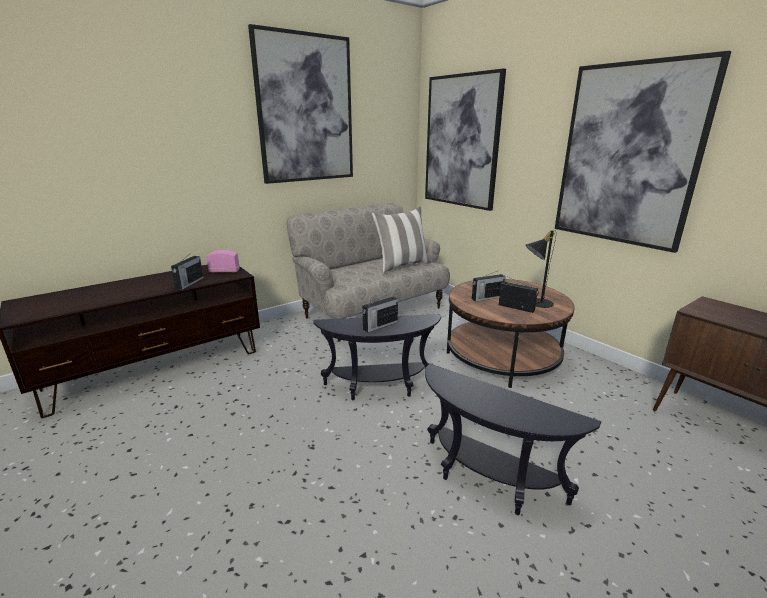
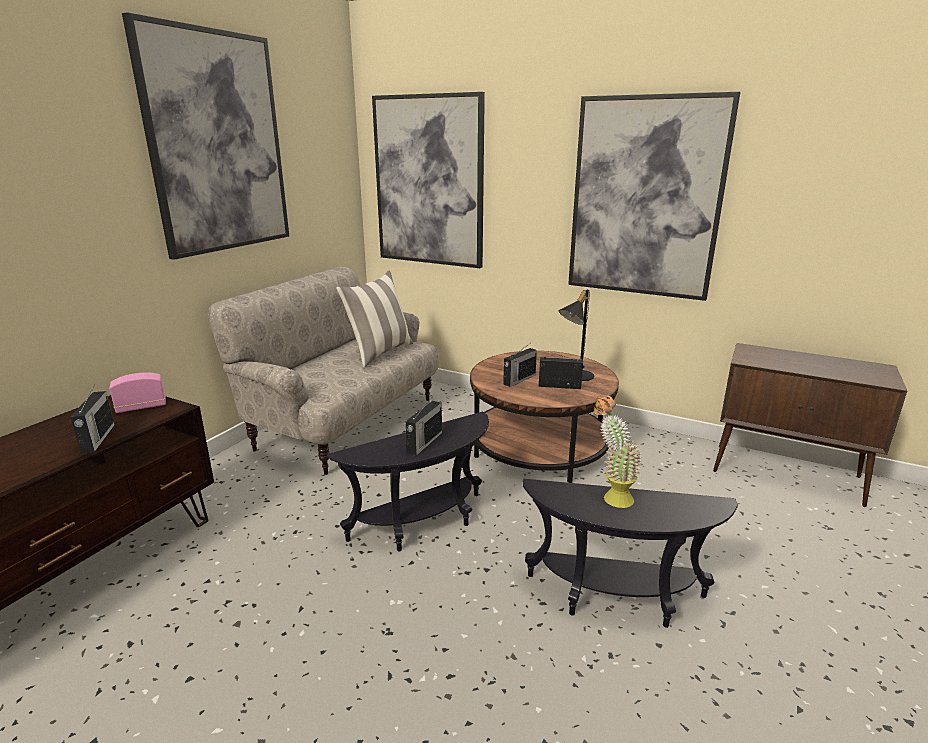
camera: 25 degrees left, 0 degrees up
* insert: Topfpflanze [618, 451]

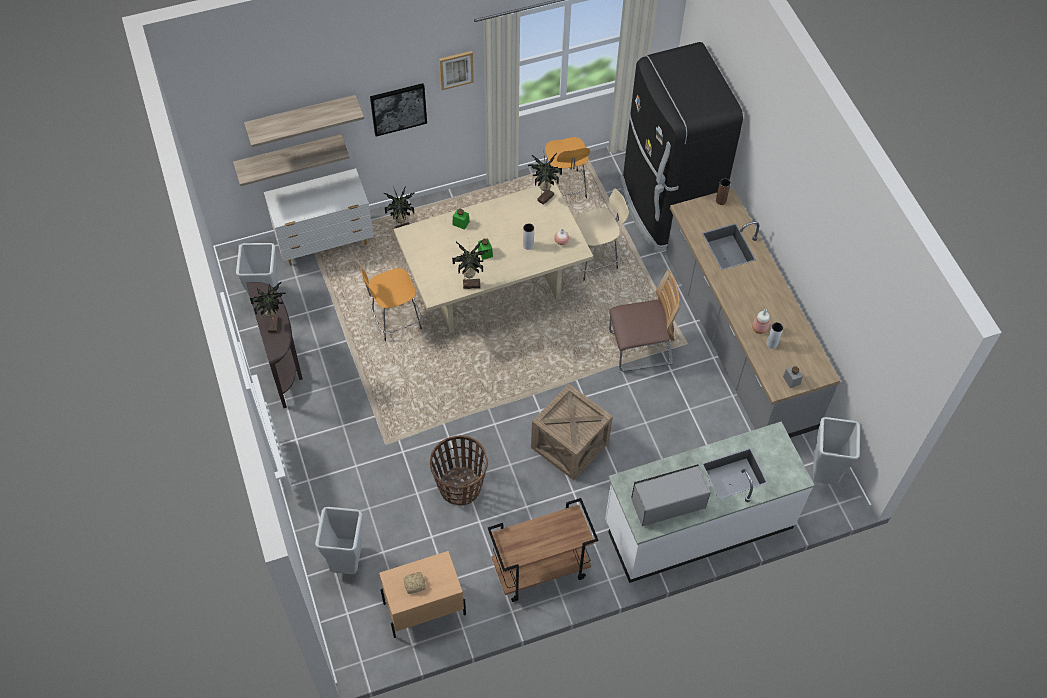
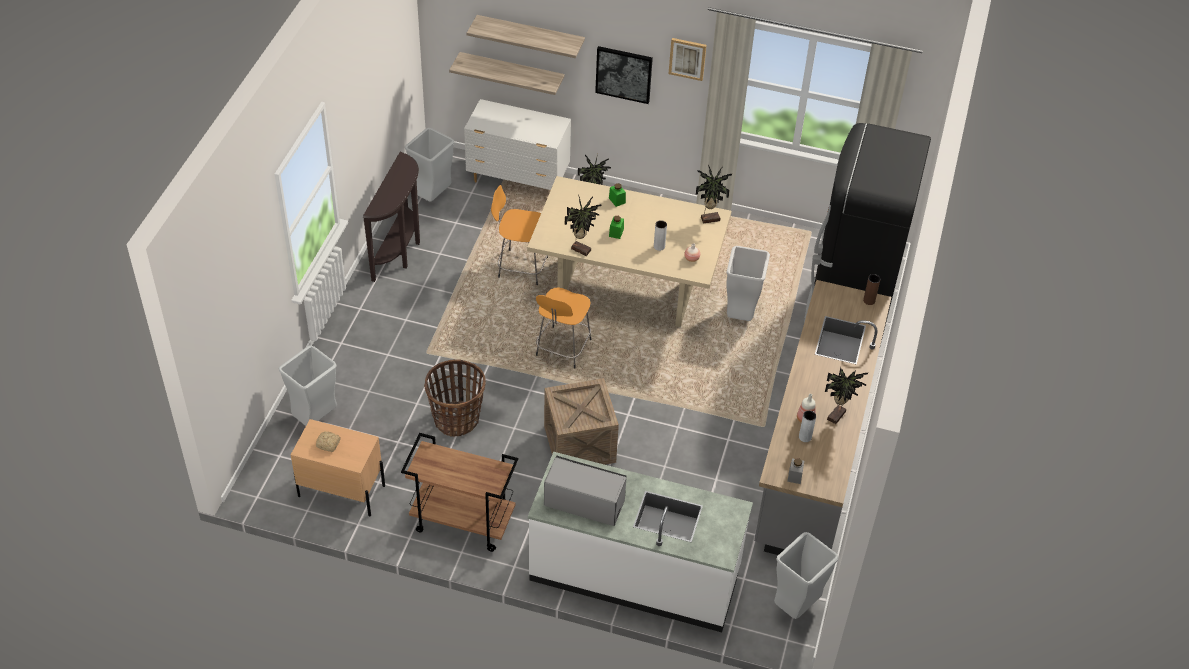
camera: 35 degrees right, 10 degrees down
* move: Hocker (orange) [567, 167] to [563, 328]
* replace: Hocker (beige) [602, 234] to Mülleimer (grau) [748, 283]
* move: Topfpflanze [268, 307] to [846, 395]
* delete: Stuhl [644, 320]

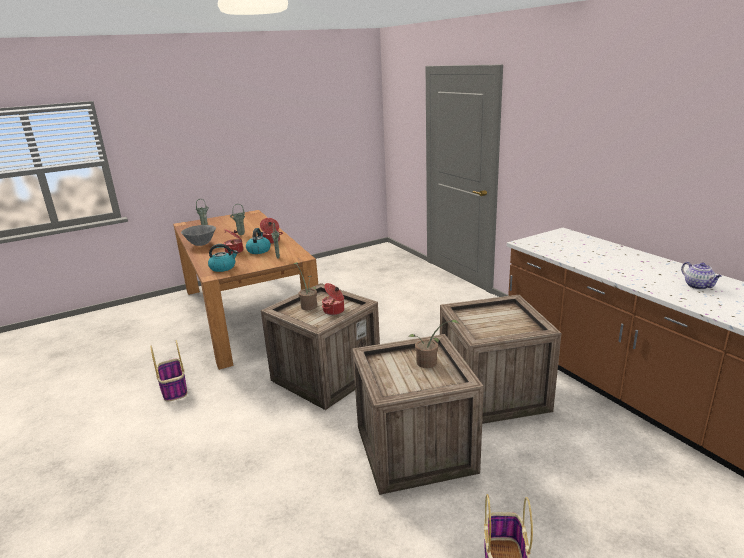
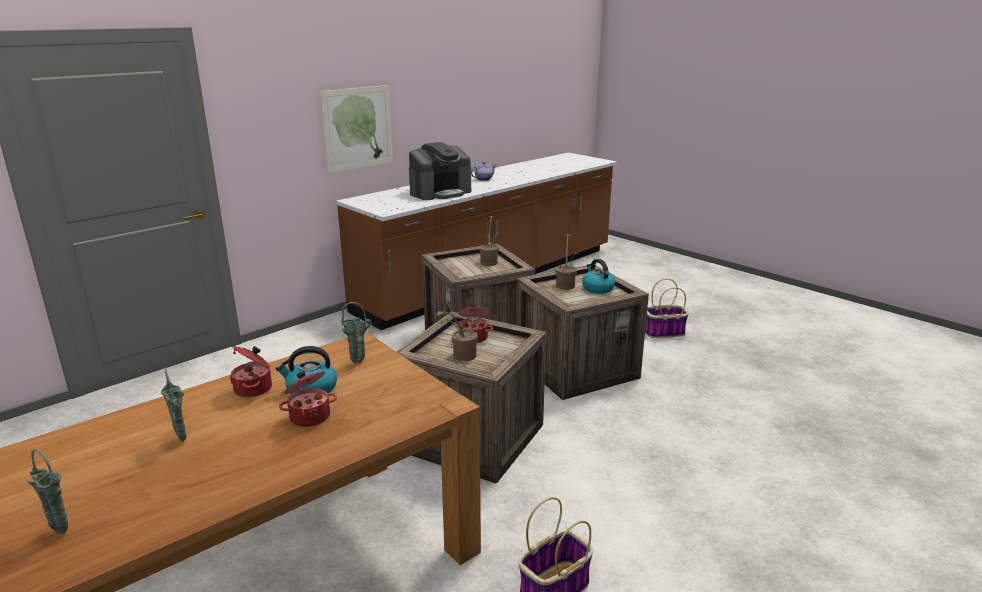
camera: 105 degrees left, 0 degrees up
* insert: Bild [356, 129]
* insert: Kaffeemaschine [440, 171]
* insert: Topfpflanze [490, 241]
* move: Wasserkessel [223, 258] to [598, 276]
* delete: Schüssel (grau) [198, 235]

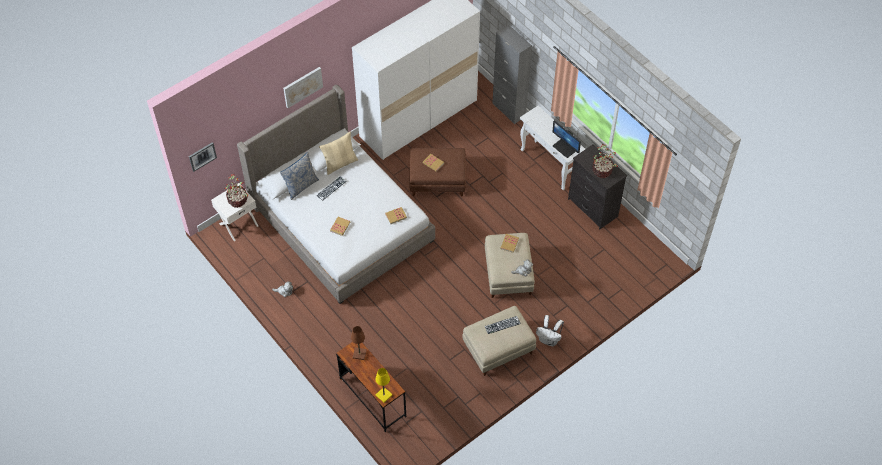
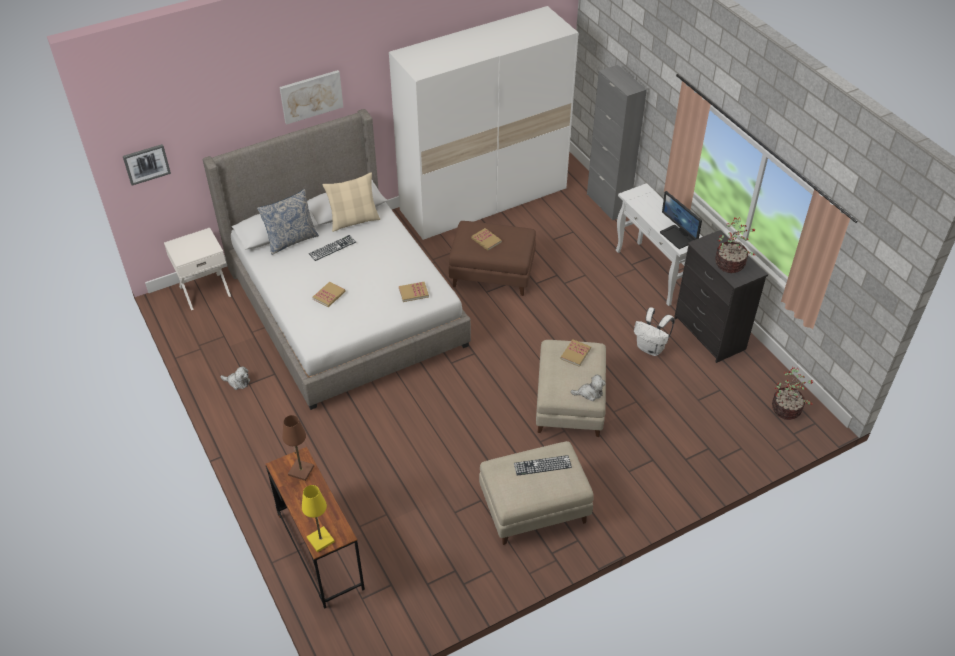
camera: 10 degrees right, 10 degrees down
* move: Rucksack (weiß) [550, 330] to [654, 332]
* move: Topfpflanze [237, 191] to [792, 393]

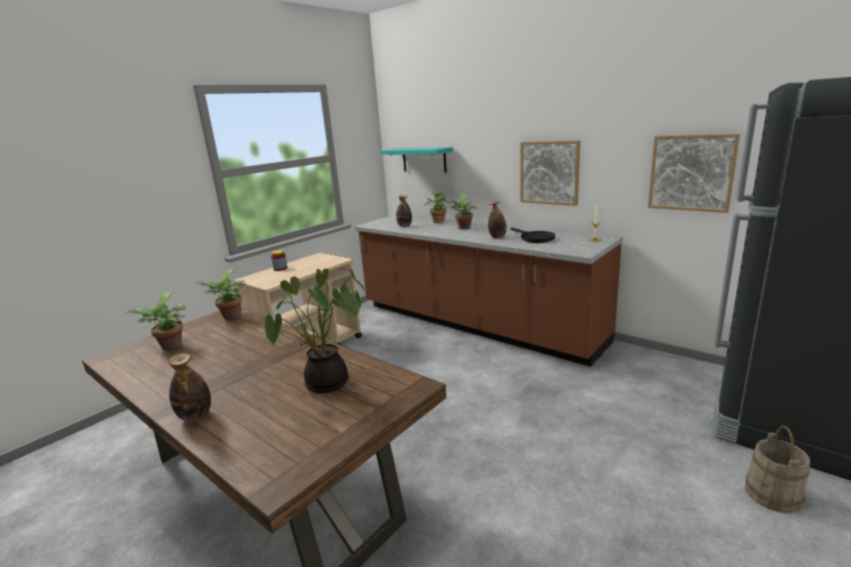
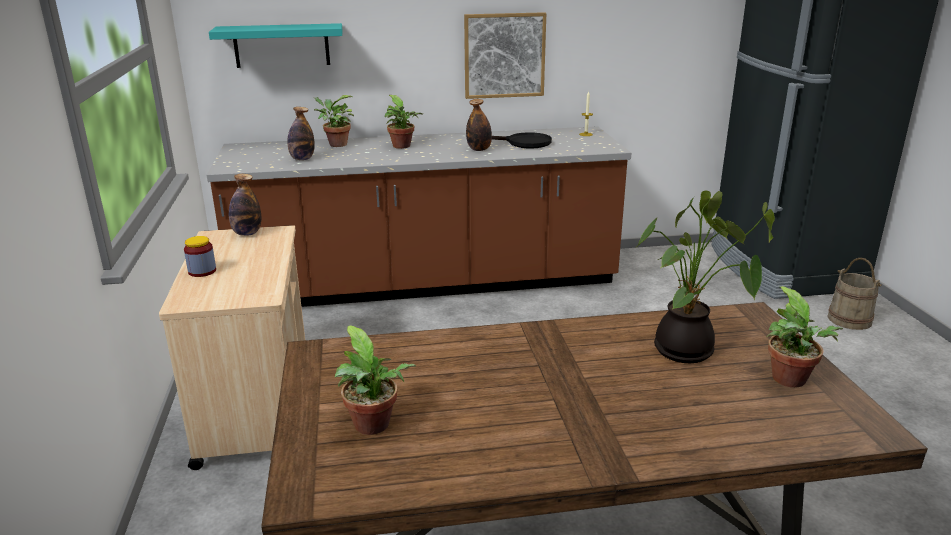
camera: 50 degrees left, 5 degrees up
* move: Flasche [189, 387] to [245, 205]
* move: Topfpflanze [221, 294] to [804, 337]
* delete: Bild [694, 173]

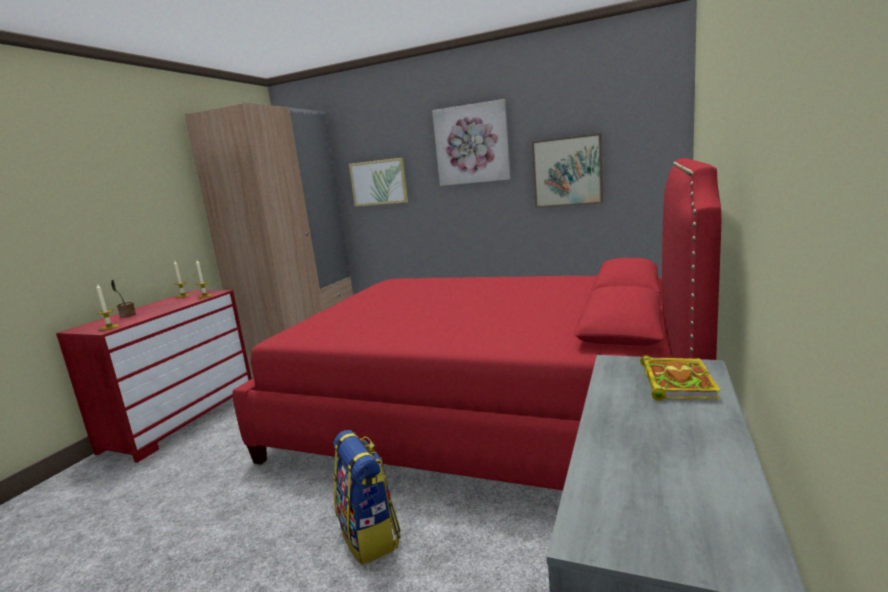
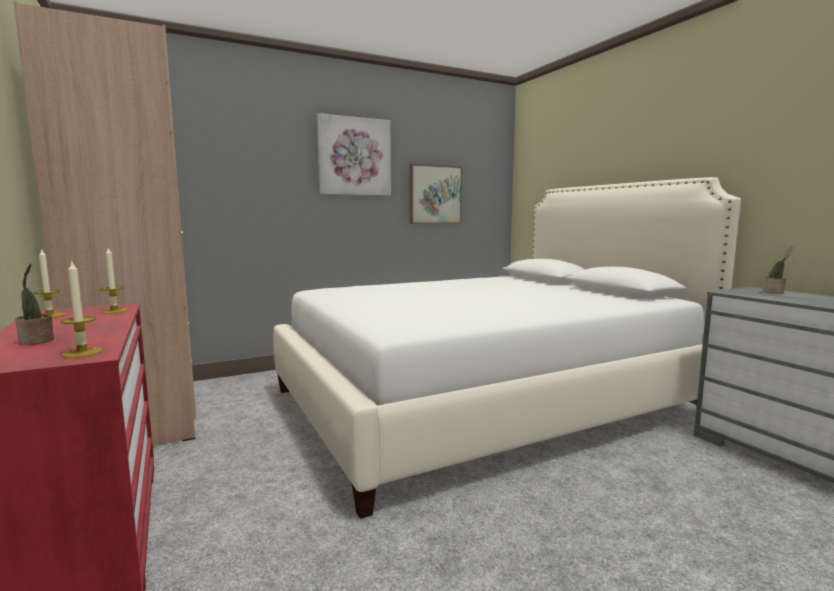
camera: 50 degrees left, 5 degrees down
* recolor: Bett (rot) [476, 324] to Bett (weiß) [507, 348]
* replace: Buch [680, 378] to Topfpflanze [778, 269]
* delete: Rucksack [367, 497]
* delete: Bild [378, 182]

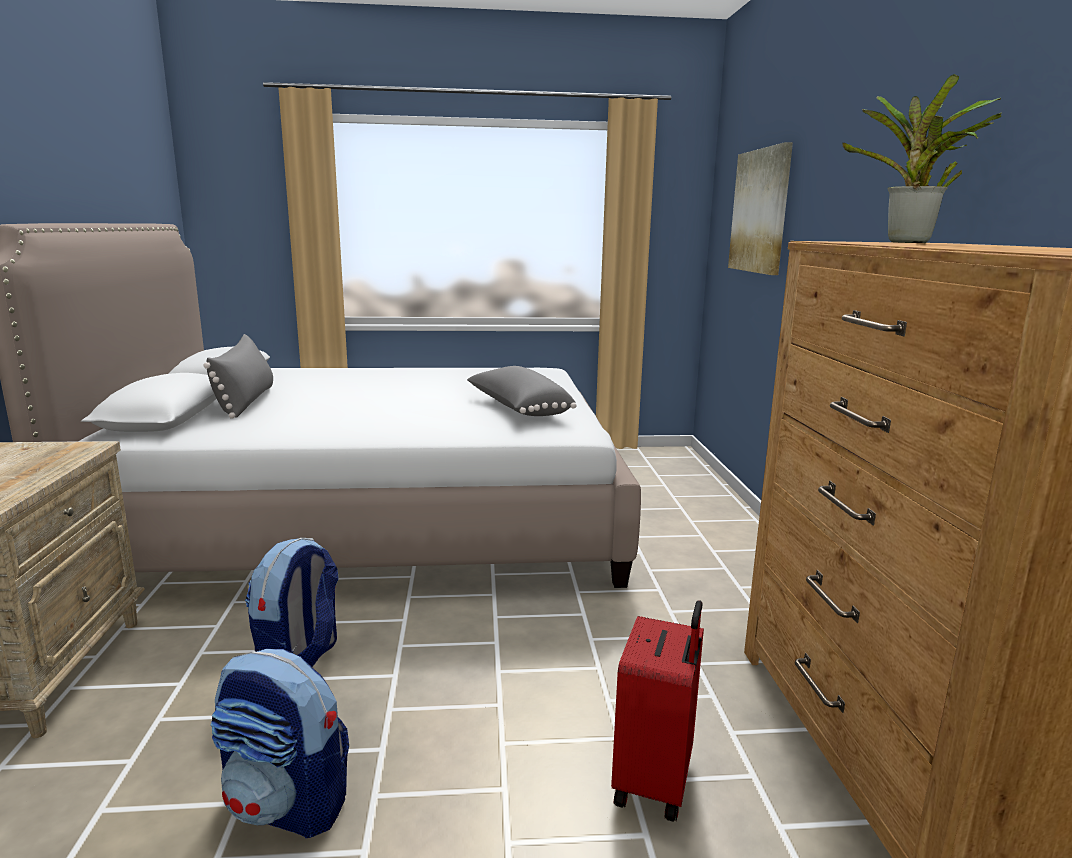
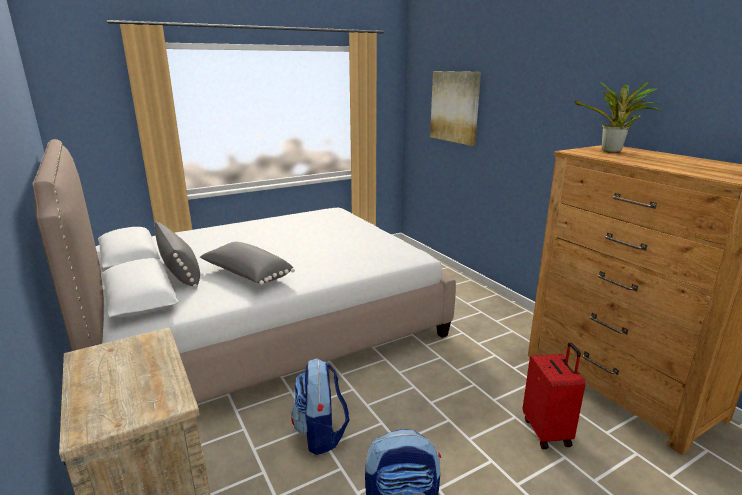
camera: 25 degrees left, 5 degrees up
* move: Kissen (grau) [521, 391] to [247, 263]

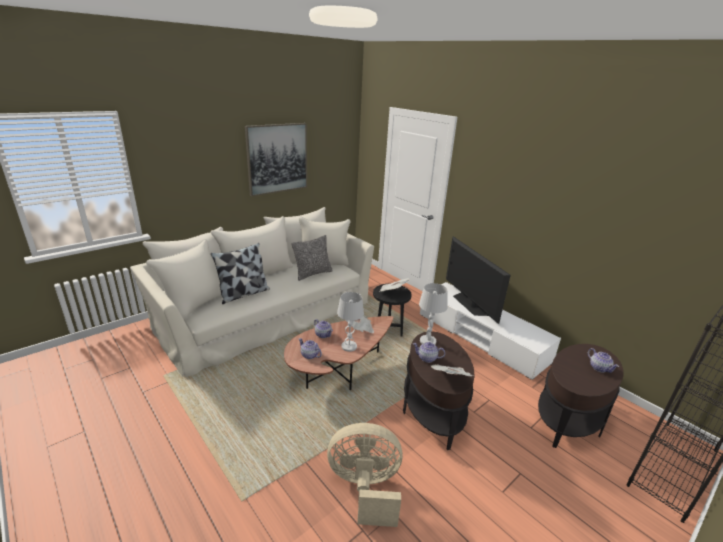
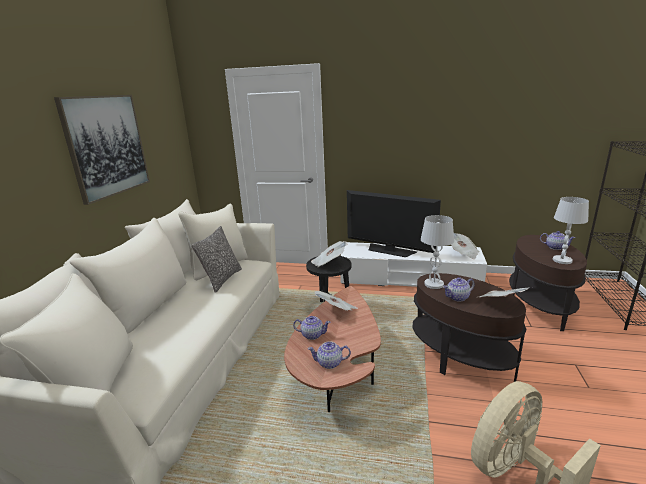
camera: 35 degrees left, 5 degrees down
* insert: Zeitung [465, 246]
* move: Tischlampe (weiß) [350, 322] to [571, 230]
* delete: Kissen [240, 273]

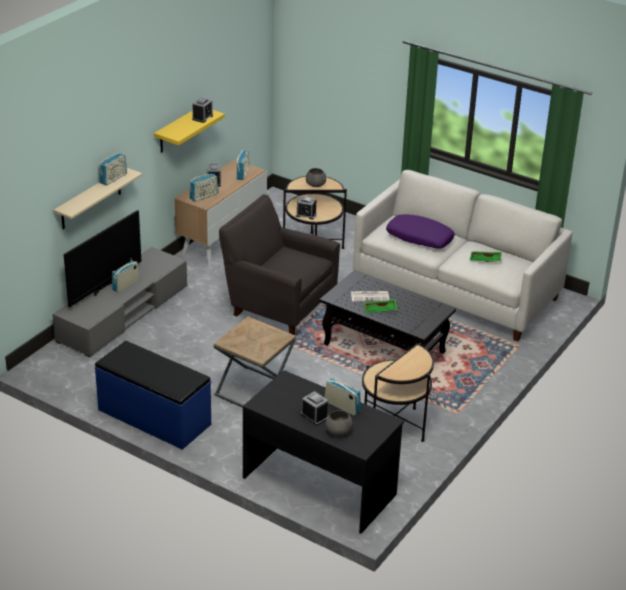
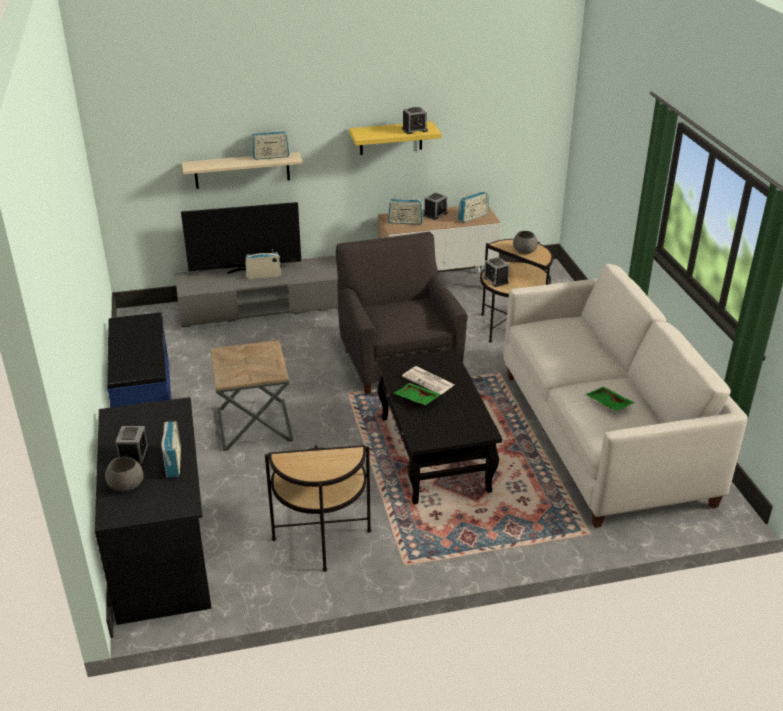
camera: 45 degrees right, 0 degrees up
* delete: Kissen (lila) [420, 231]

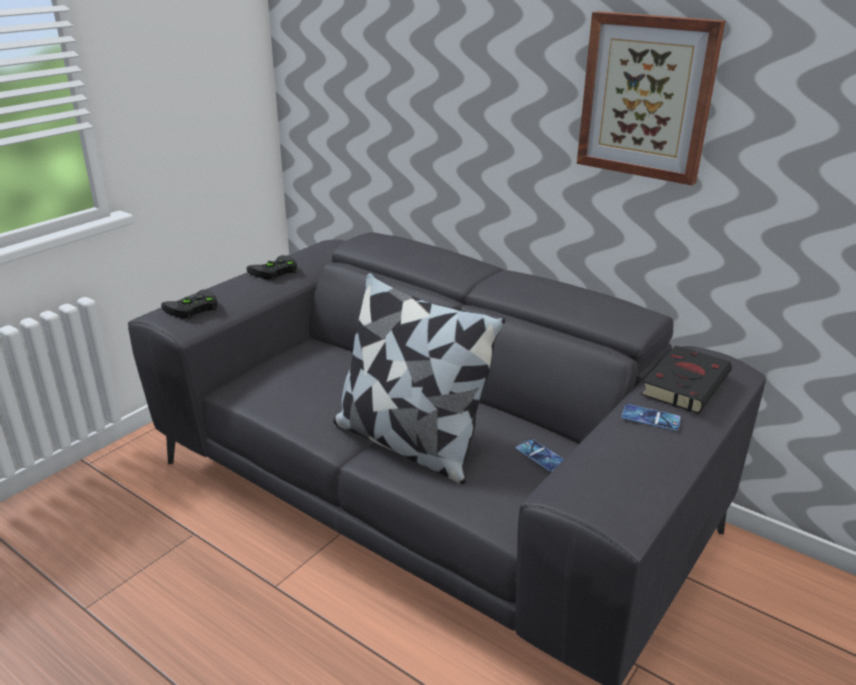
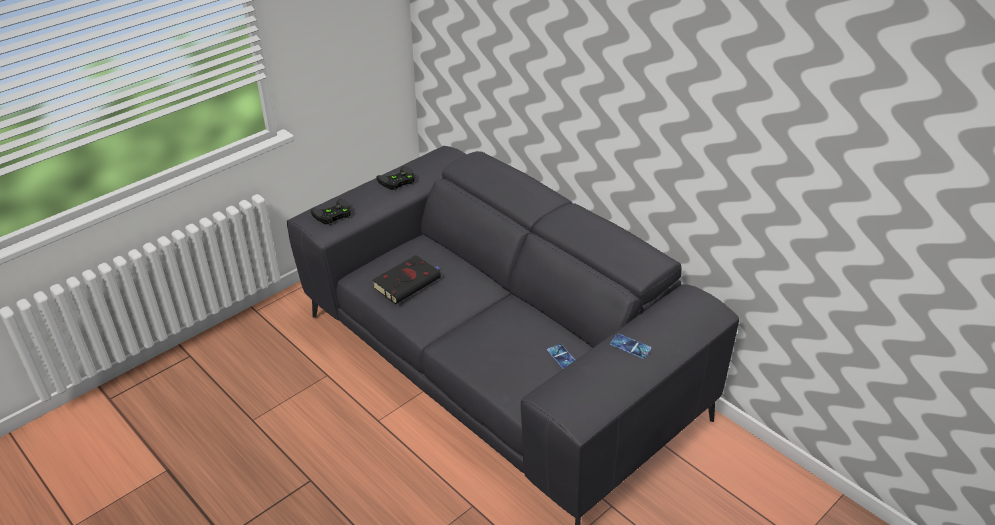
camera: 10 degrees right, 10 degrees up
* move: Buch (schwarz) [686, 379] to [406, 279]
* delete: Kissen [419, 378]
* delete: Bild [651, 98]

